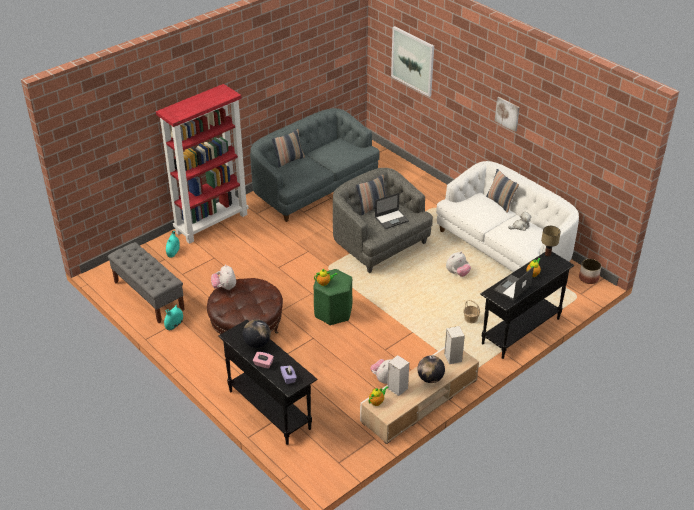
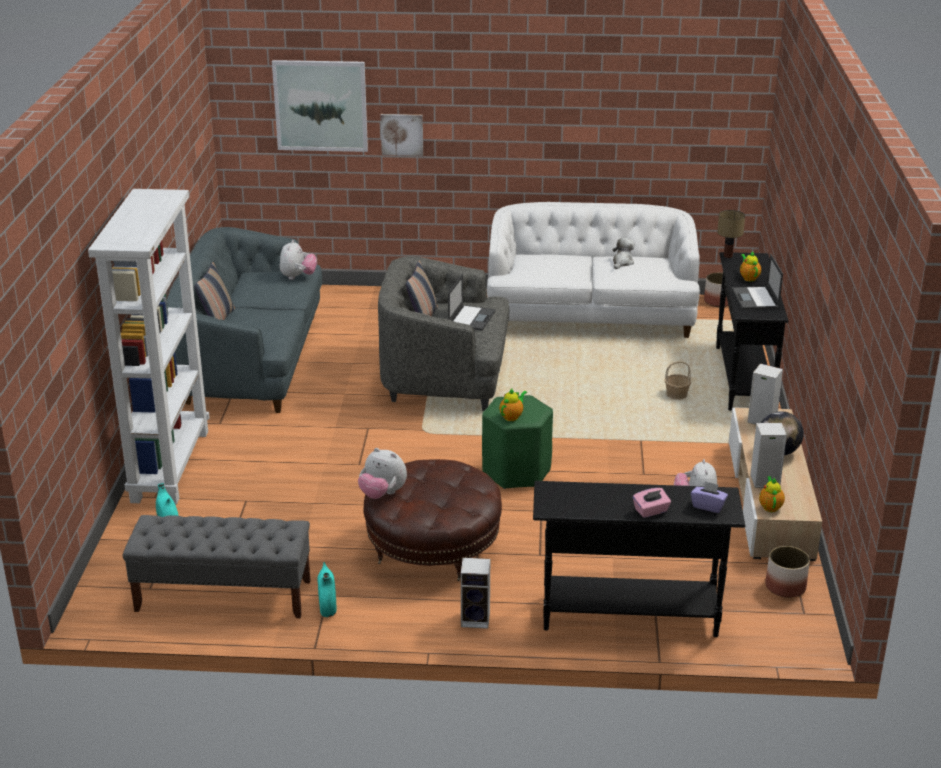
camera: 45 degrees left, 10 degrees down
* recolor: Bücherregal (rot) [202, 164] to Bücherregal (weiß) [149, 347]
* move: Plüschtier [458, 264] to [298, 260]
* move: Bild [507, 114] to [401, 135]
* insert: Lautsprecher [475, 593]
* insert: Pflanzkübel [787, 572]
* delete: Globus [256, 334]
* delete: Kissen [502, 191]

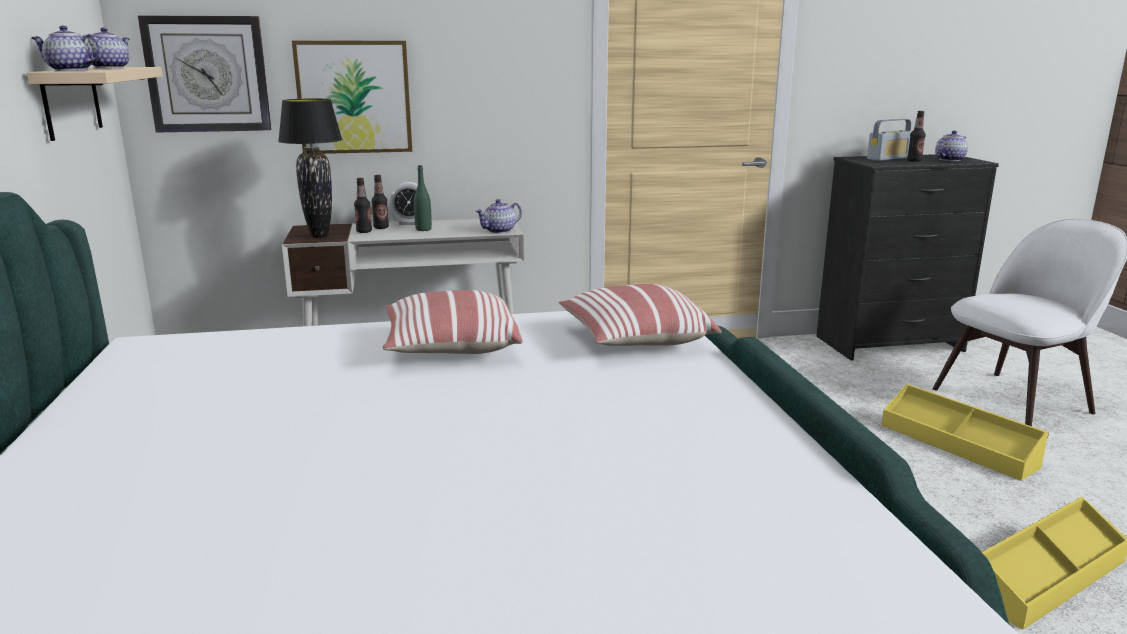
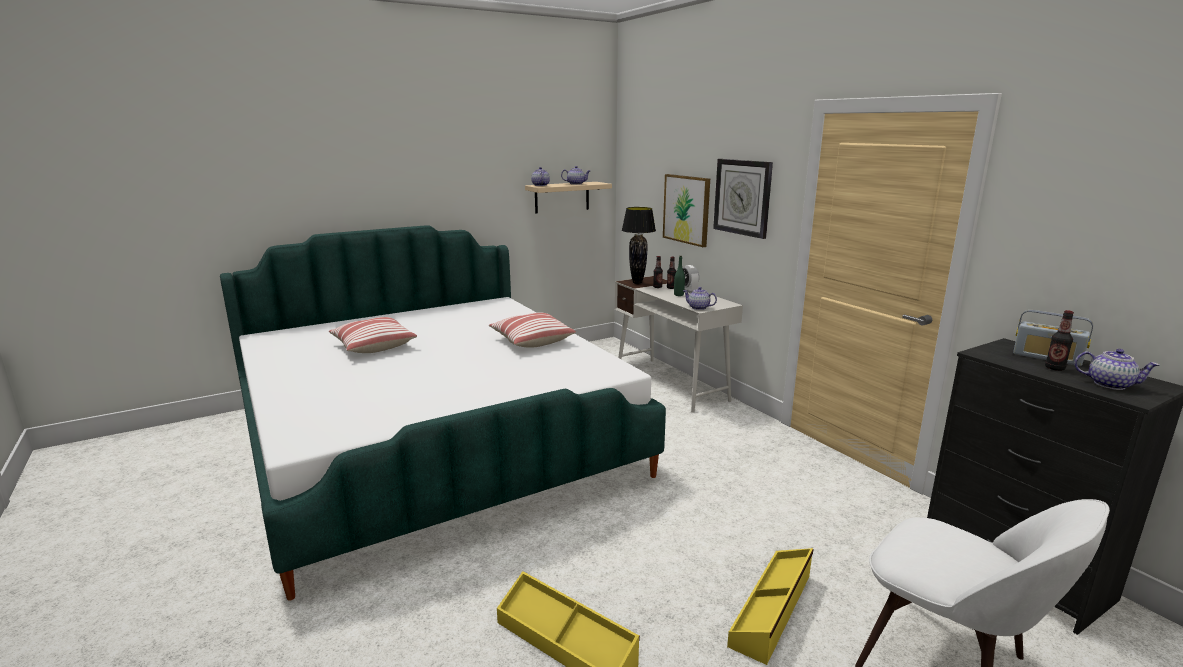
camera: 70 degrees right, 0 degrees up
* move: Kissen [640, 315] to [373, 335]
* move: Wanduhr [205, 74] to [743, 199]

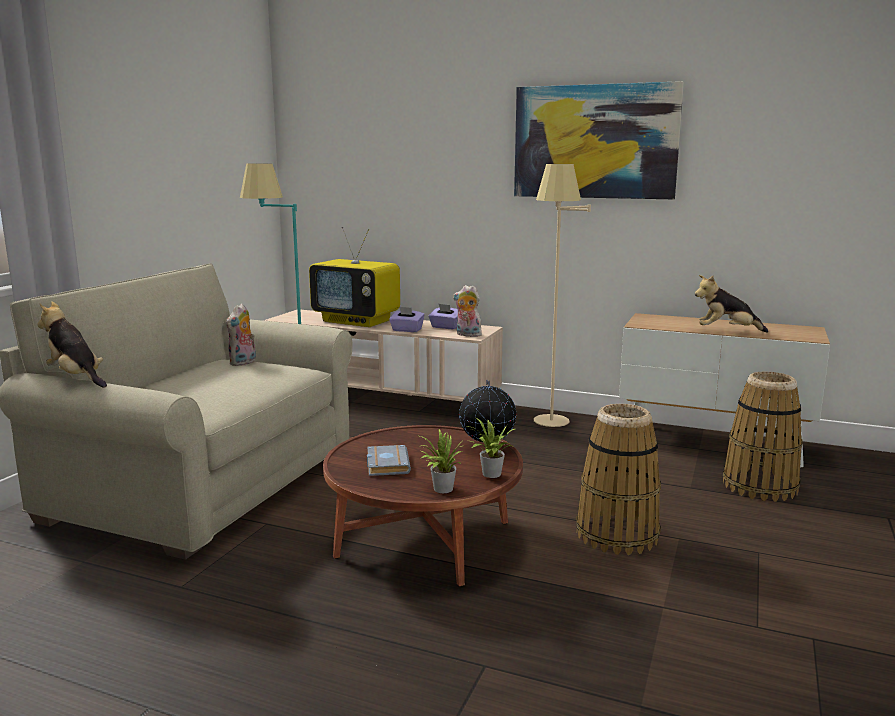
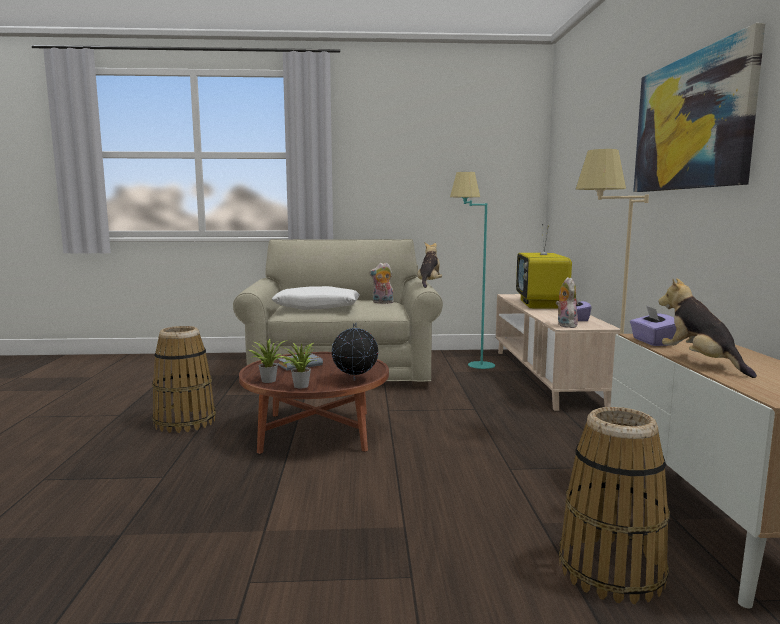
camera: 65 degrees right, 5 degrees down
* move: Korb [618, 479] to [184, 379]
* insert: Kissen (weiß) [316, 298]
* move: Plüschtier [72, 344] to [430, 265]
* move: Taschentuchbox (lila) [407, 319] to [653, 326]

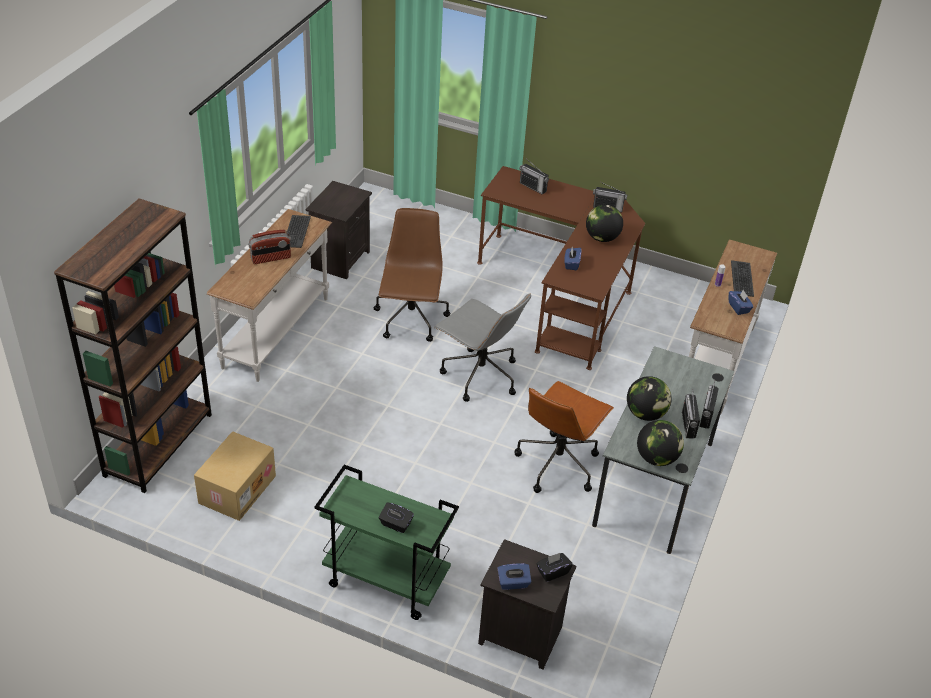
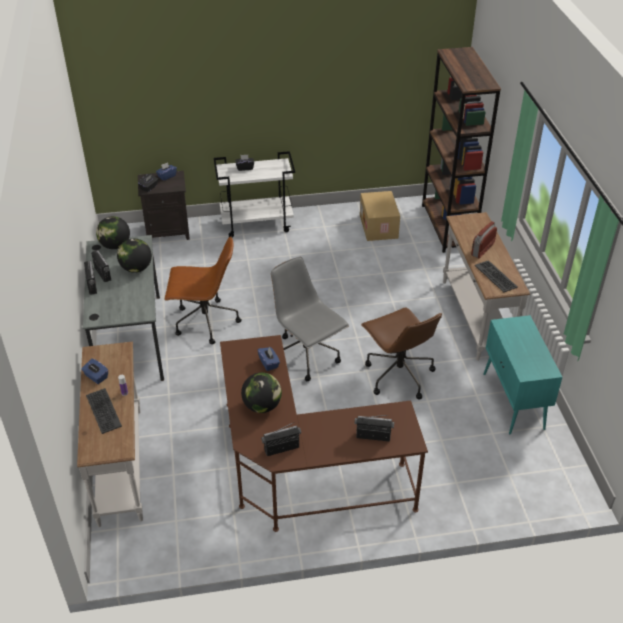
camera: 150 degrees right, 0 degrees up
* rotate: Bürostuhl (braun) [564, 437] = [203, 290] 90 degrees clockwise
* recolor: Rollwagen (grün) [386, 542] to Rollwagen (weiß) [254, 194]
* rotate: Bürostuhl (grau) [482, 347] = [310, 319] 45 degrees clockwise
* replace: Nachttisch (schwarz) [339, 230] to Schrank (türkis) [523, 374]

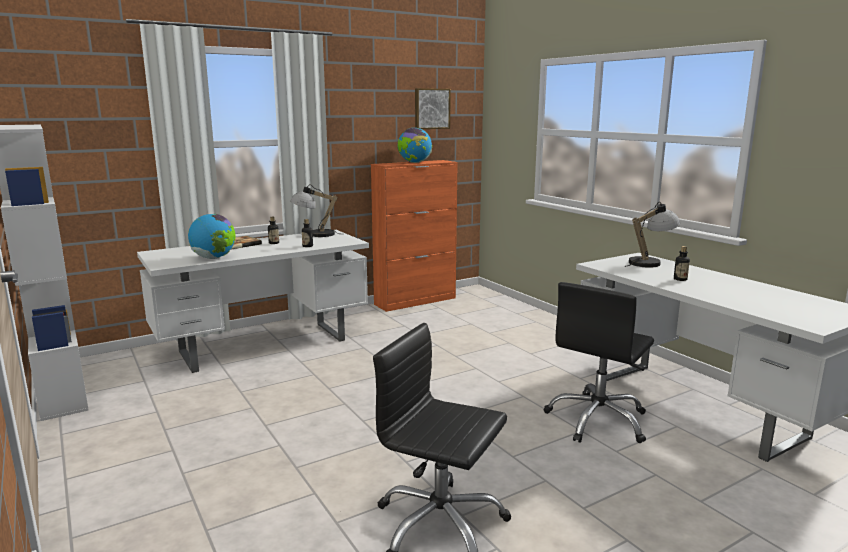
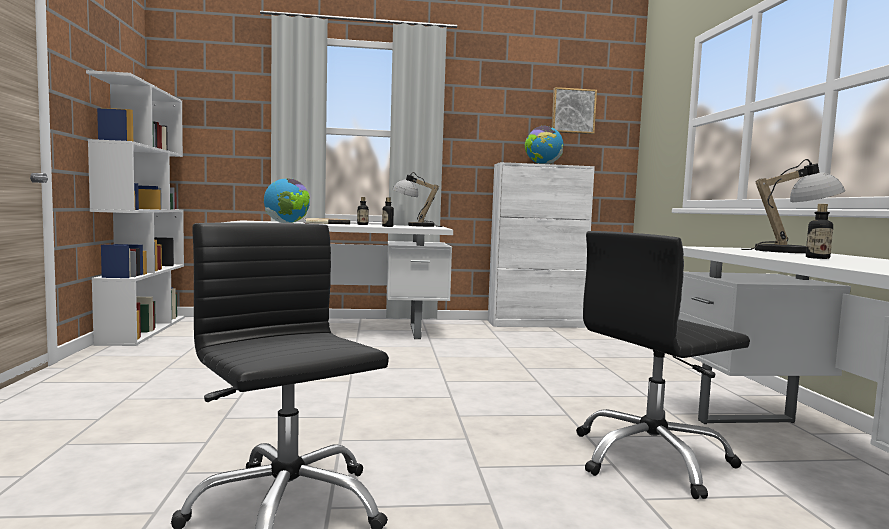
camera: 25 degrees right, 10 degrees down
* recolor: Schrank (orange) [414, 236] to Schrank (weiß) [541, 245]

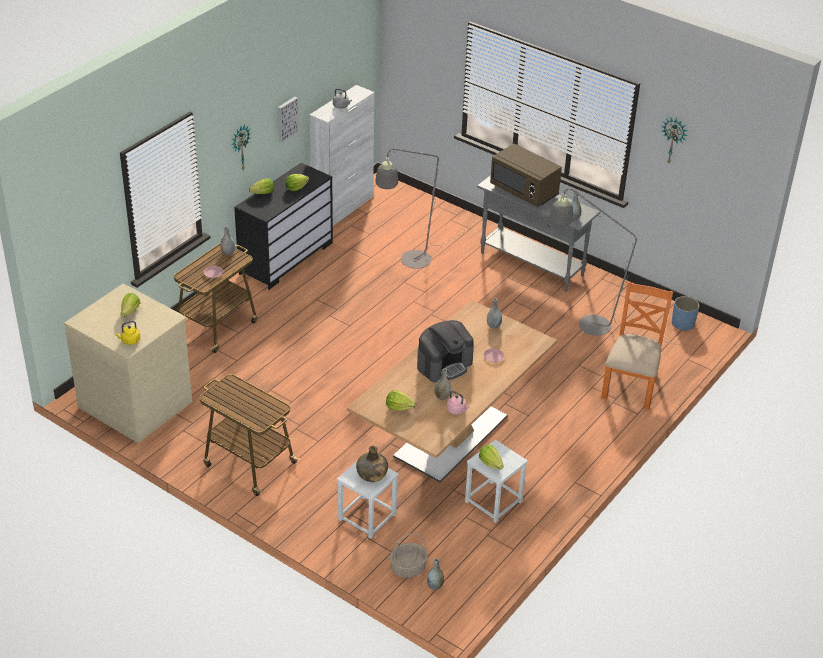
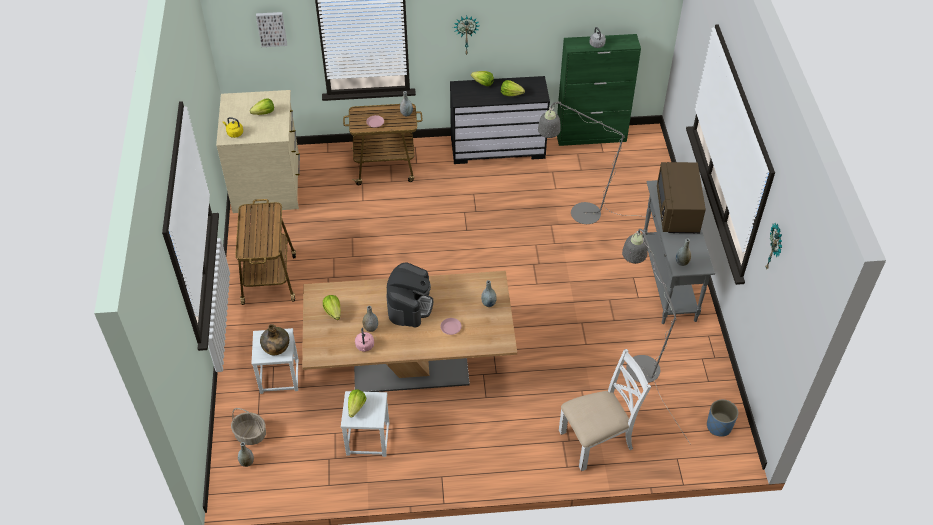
camera: 50 degrees right, 10 degrees up
* move: Bild [288, 119] to [271, 29]
* rotate: Kaffeemaschine [445, 351] = [409, 294] 90 degrees counterclockwise
* recolor: Schrank (weiß) [342, 155] to Schrank (grün) [599, 90]
* recolor: Stuhl (orange) [637, 346] to Stuhl (weiß) [605, 410]

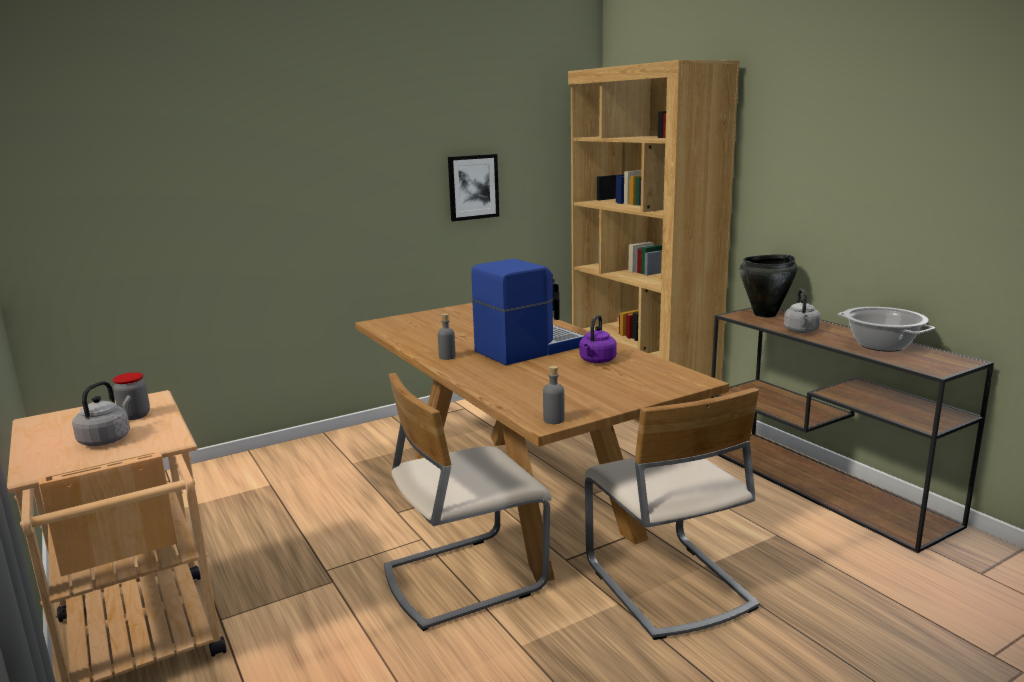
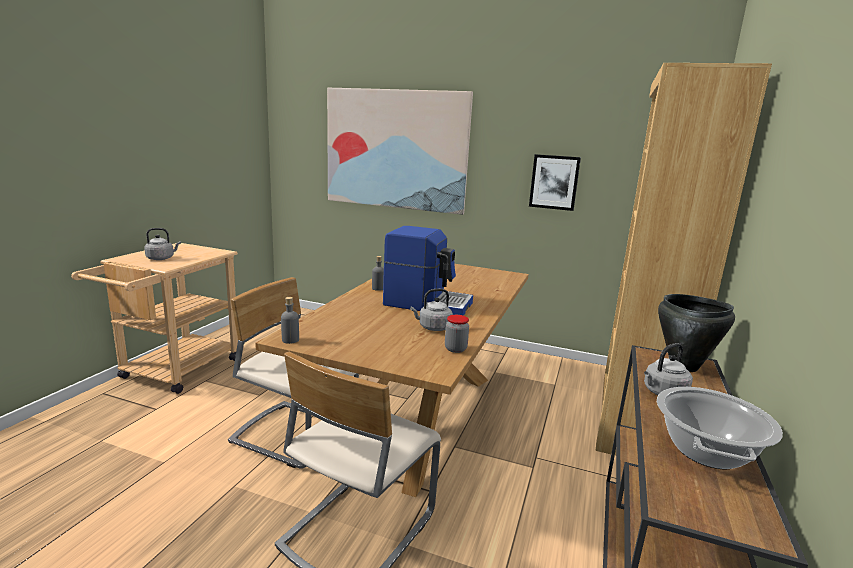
camera: 50 degrees right, 0 degrees up
* insert: Bild [400, 151]
* recolor: Wasserkessel (lila) [598, 339] to Wasserkessel (grau) [431, 310]
* move: Vorratsglas [131, 396] to [457, 334]

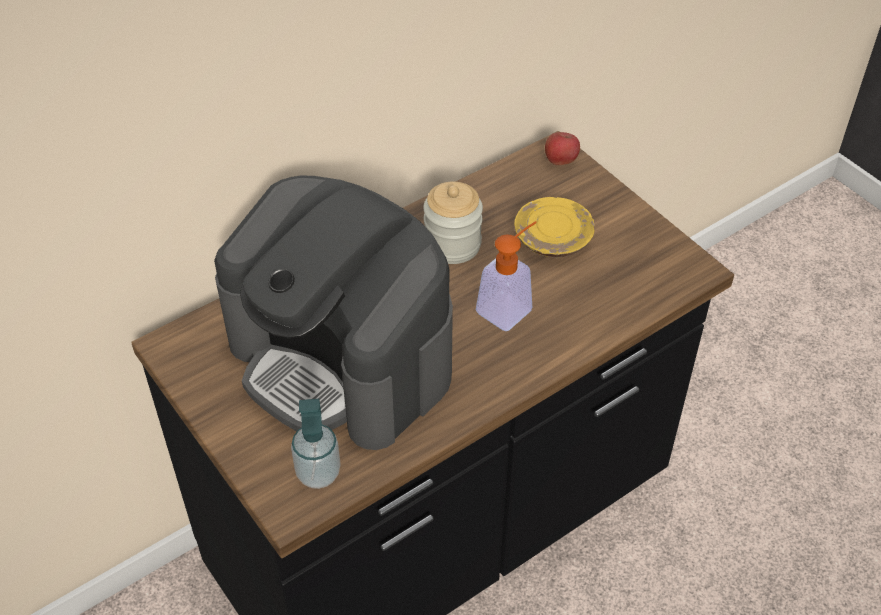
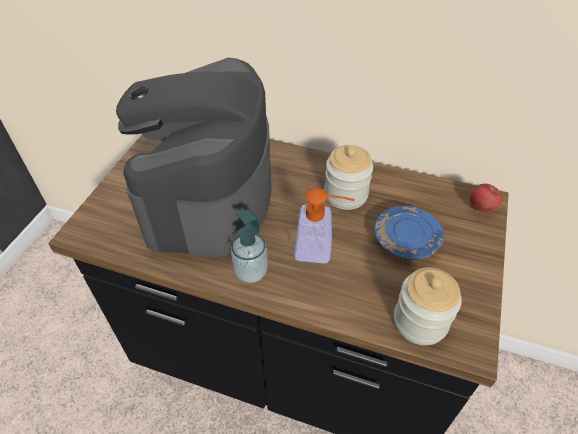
camera: 55 degrees right, 0 degrees up
* move: Seifenspender [316, 444] to [249, 246]
* recolor: Teller (gelb) [554, 227] to Teller (blau) [409, 233]
* insert: Vorratsglas [428, 306]

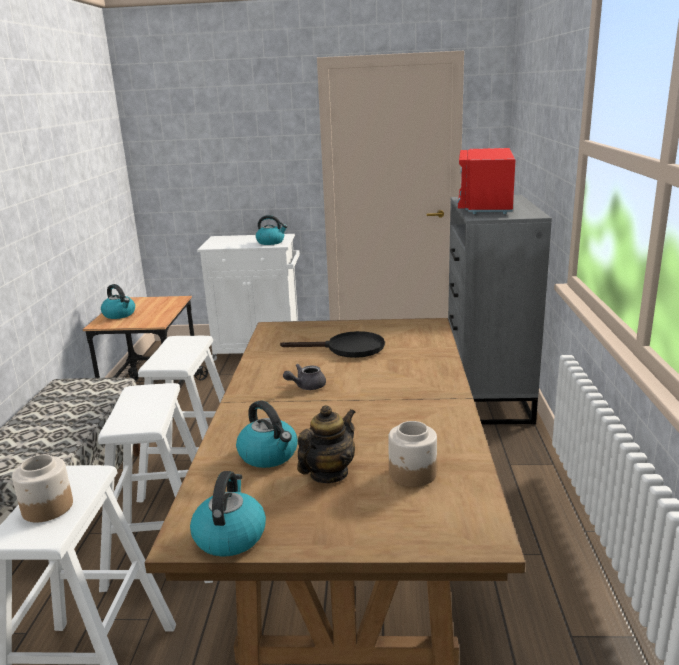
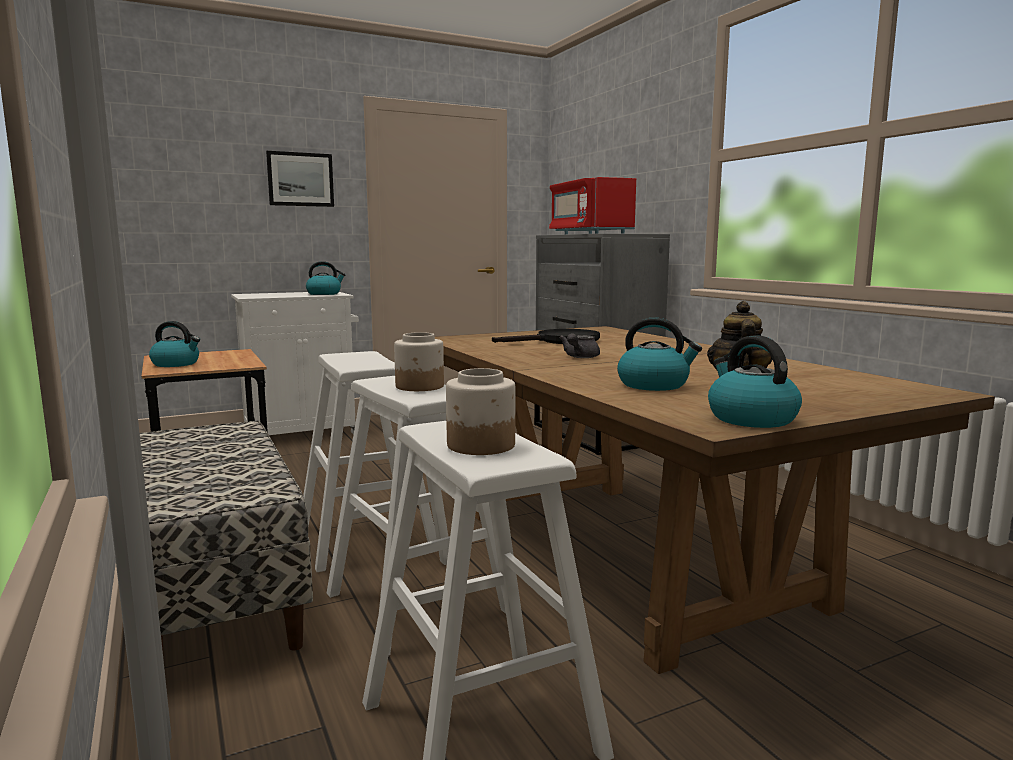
camera: 30 degrees left, 10 degrees down
* insert: Bild [300, 179]
* move: Vorratsglas [412, 454] to [419, 361]

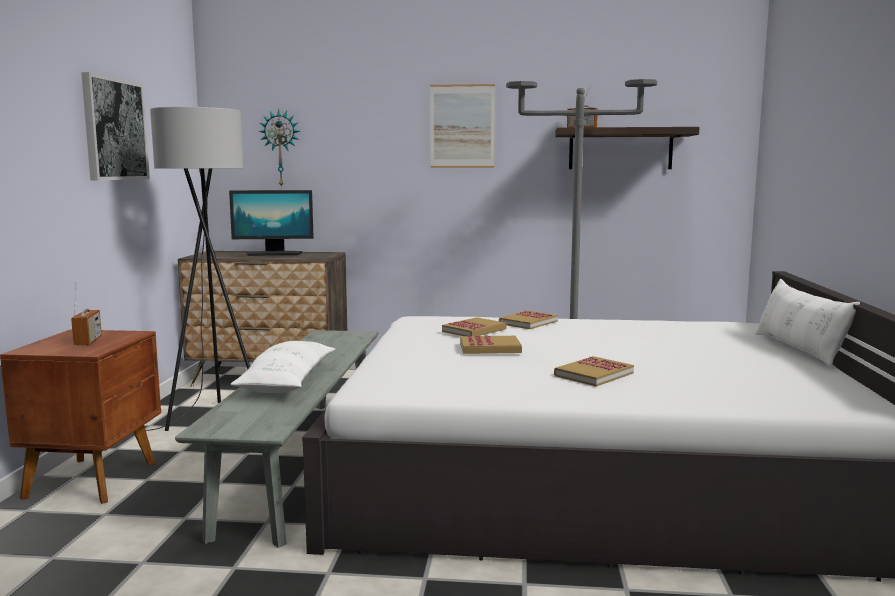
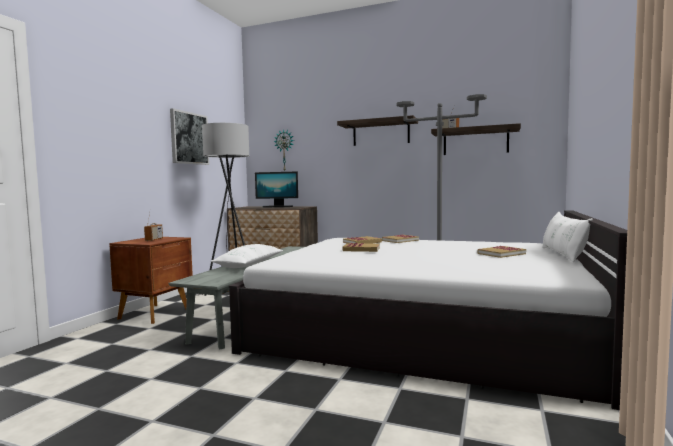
camera: 15 degrees right, 5 degrees down
* replace: Bild [462, 126] to Wandregal [377, 130]
* move: Buch [594, 371] to [501, 252]

